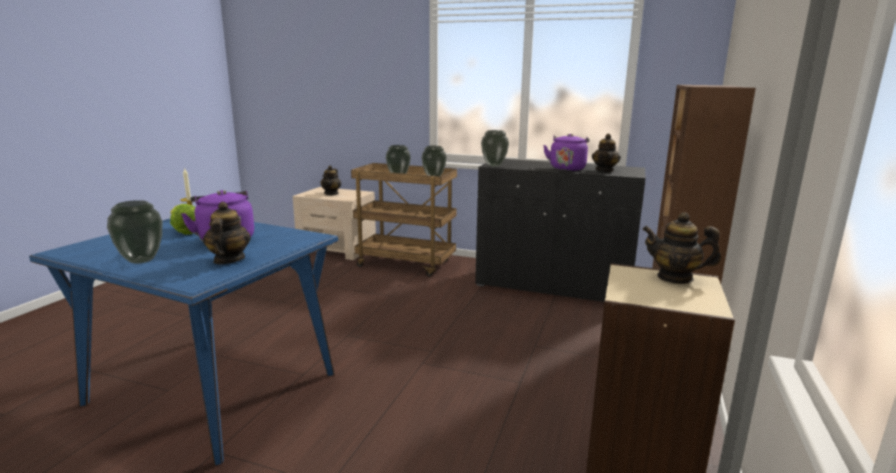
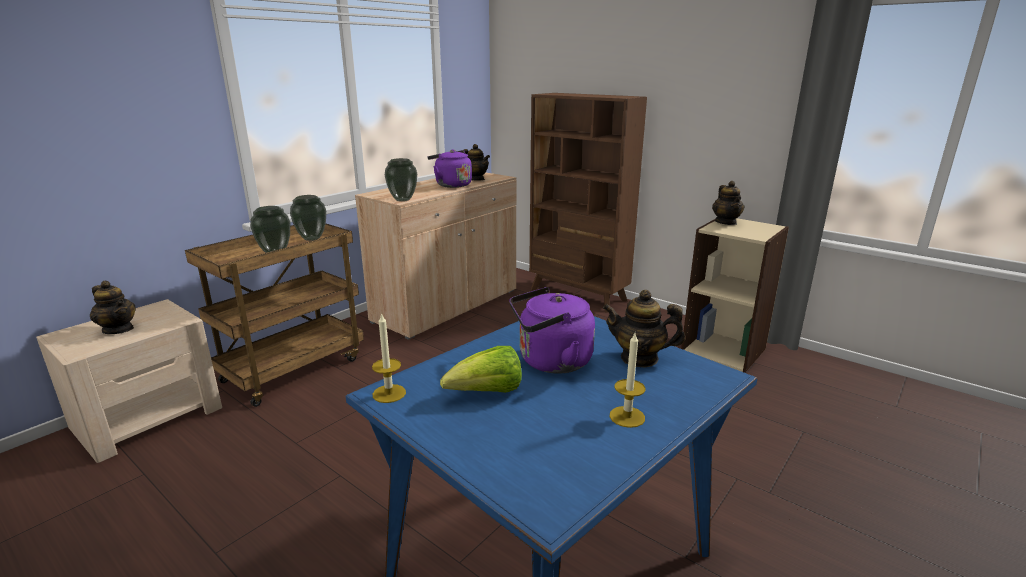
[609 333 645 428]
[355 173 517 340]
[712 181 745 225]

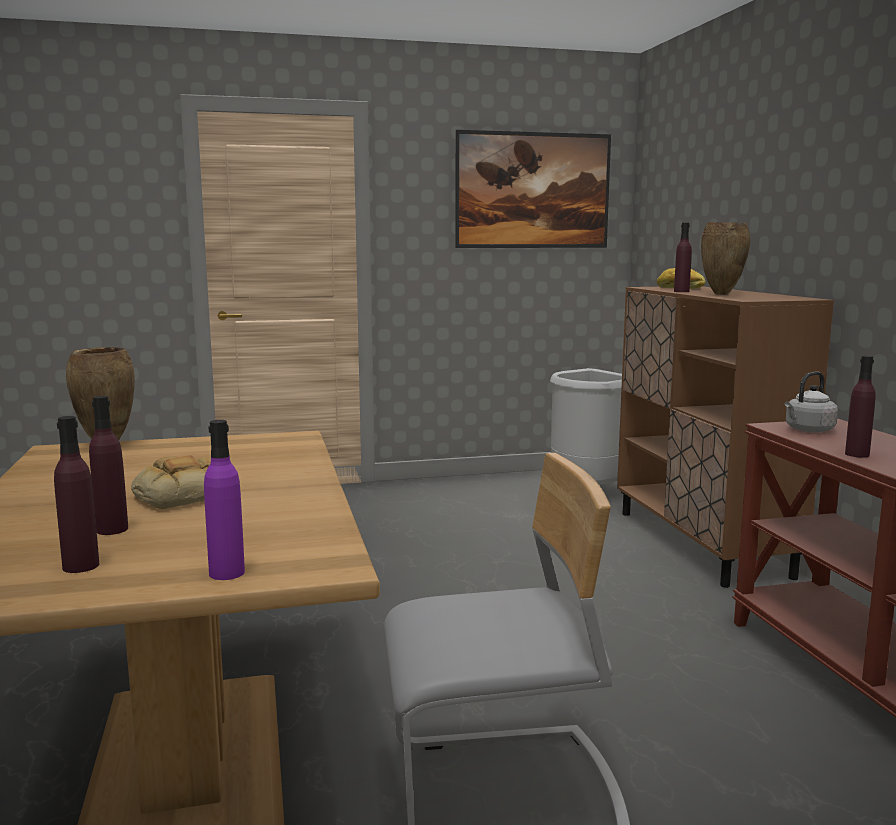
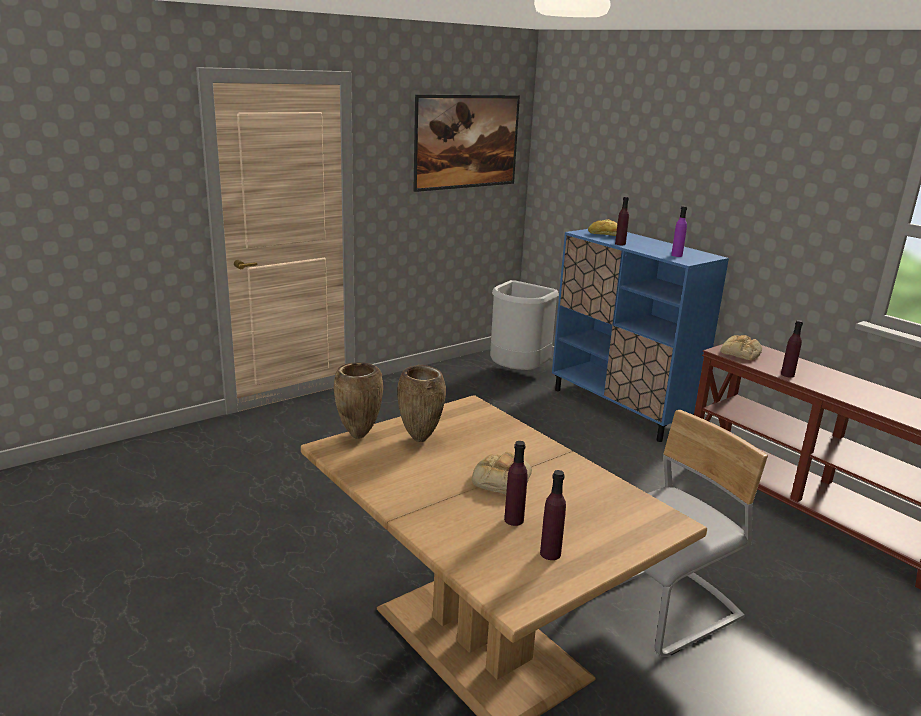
[671 206 687 257]
[397 365 446 442]
[720 335 762 360]
[552 229 729 442]

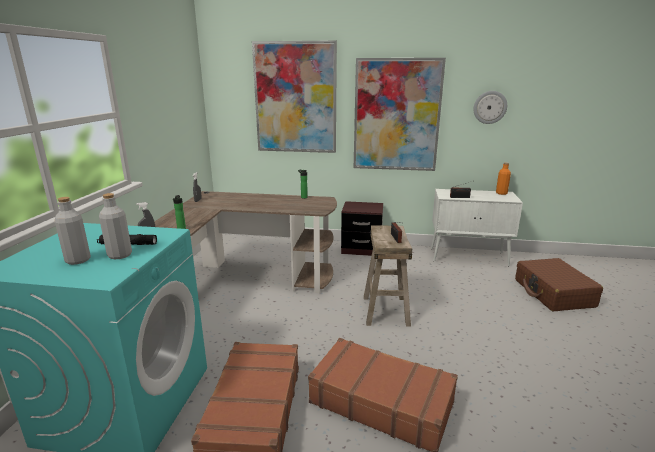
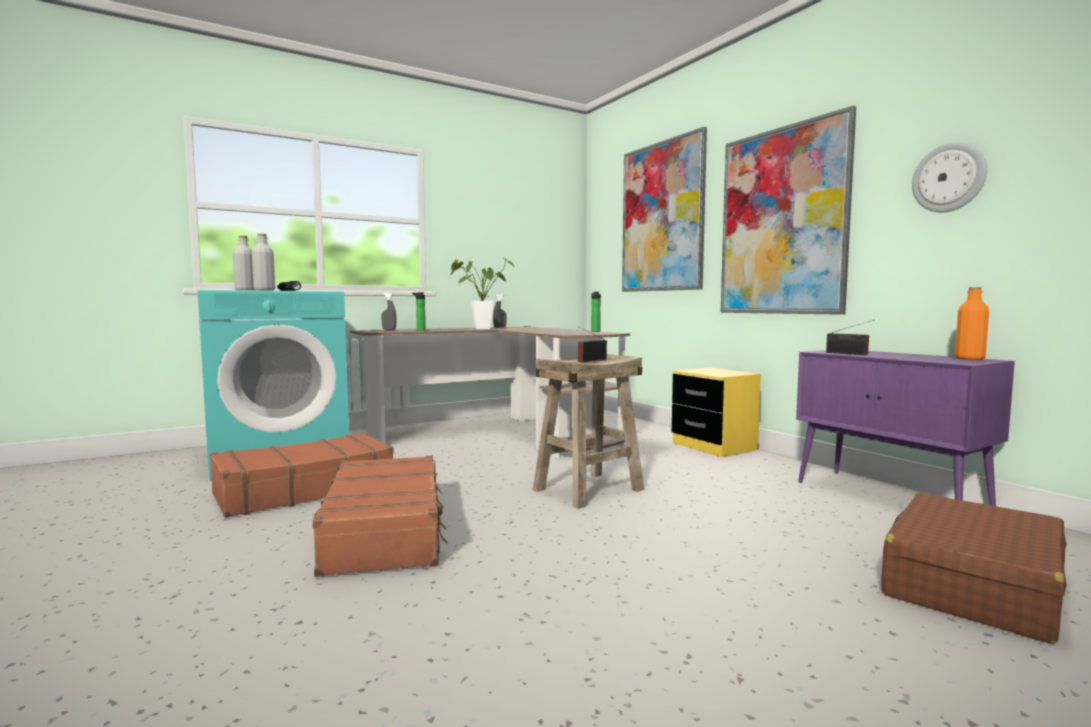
[450 259 514 330]
[672 368 761 457]
[796 350 1015 506]

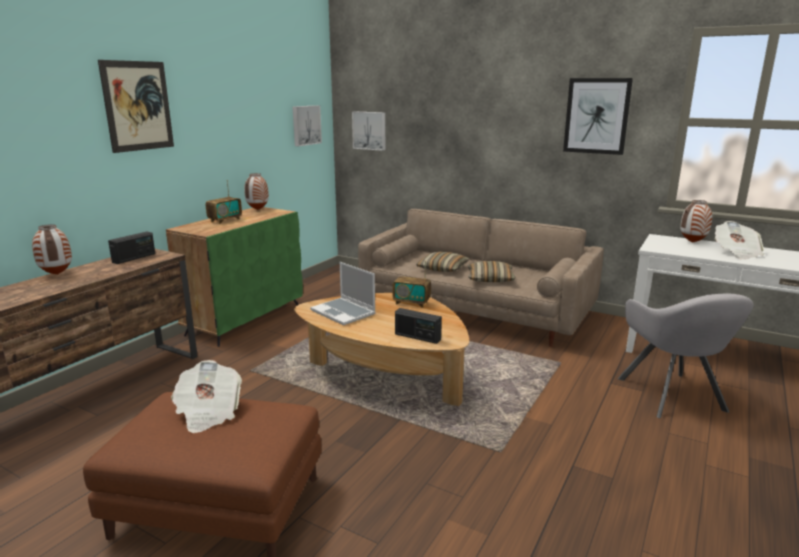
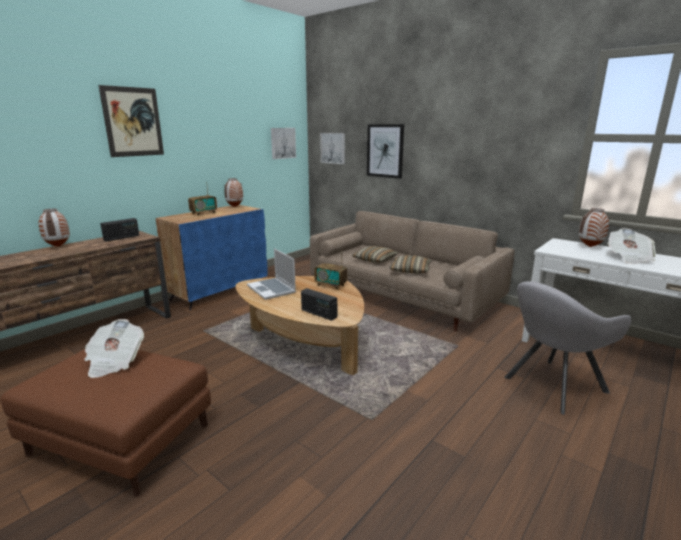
[367 124 404 179]
[156 205 268 311]
[504 281 631 415]

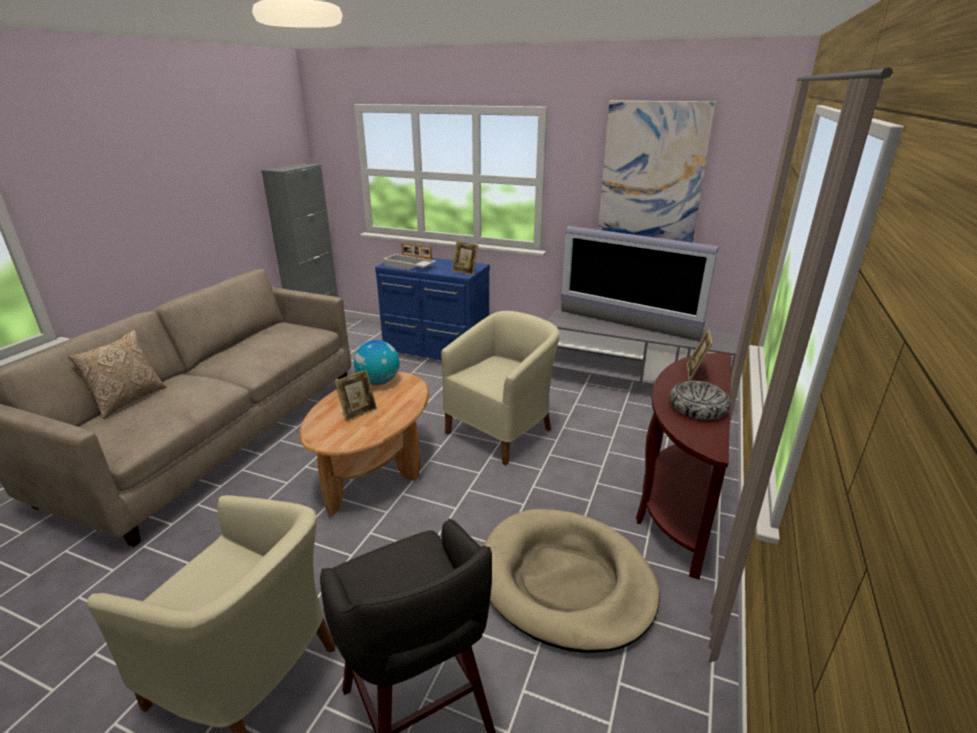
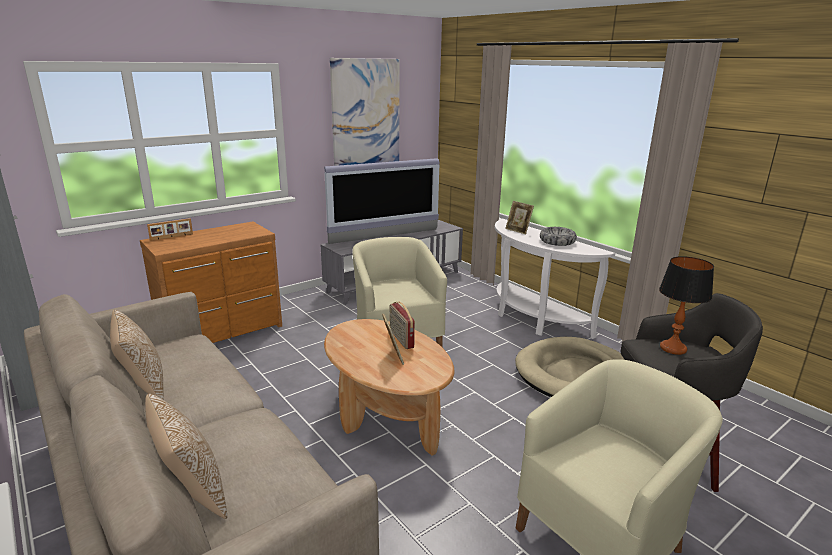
[354 340 400 385] (first image)
[383 254 436 270] (first image)
[452 241 478 275] (first image)
[110 310 164 400]
[390 301 415 349]
[659 256 714 355]
[140 221 282 343]
[495 219 615 339]

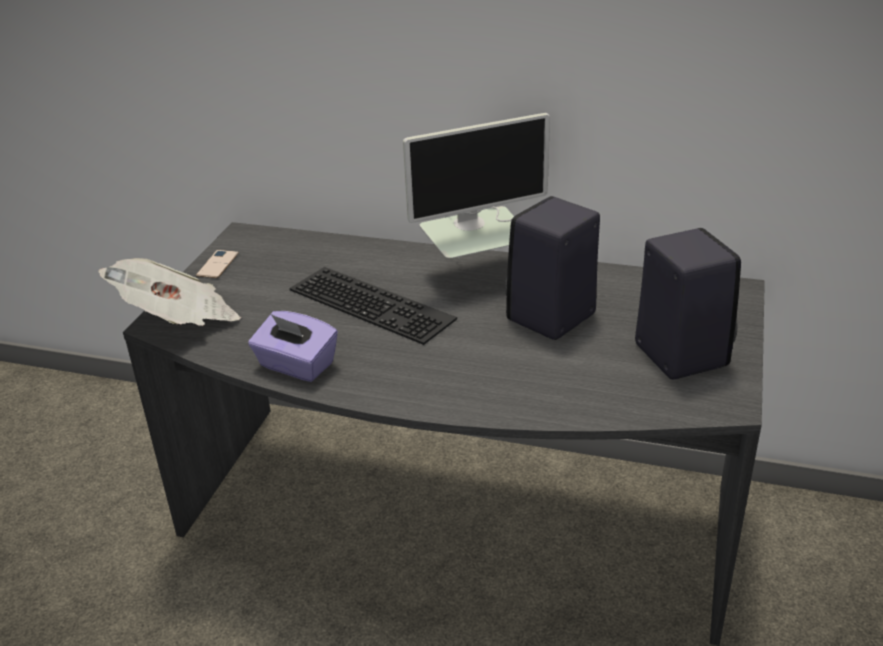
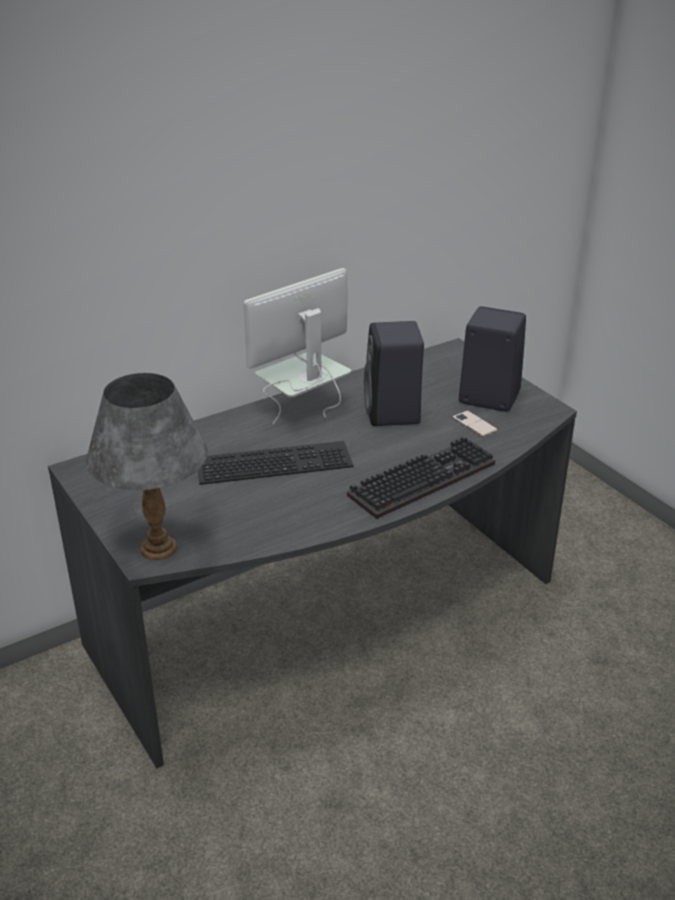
[248 311 338 382] (first image)
[347 436 495 519]
[452 410 498 437]
[86 373 208 560]
[243 268 351 424]

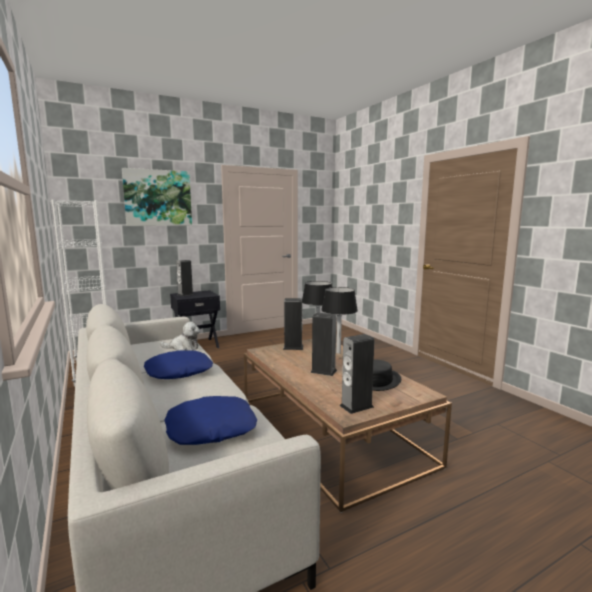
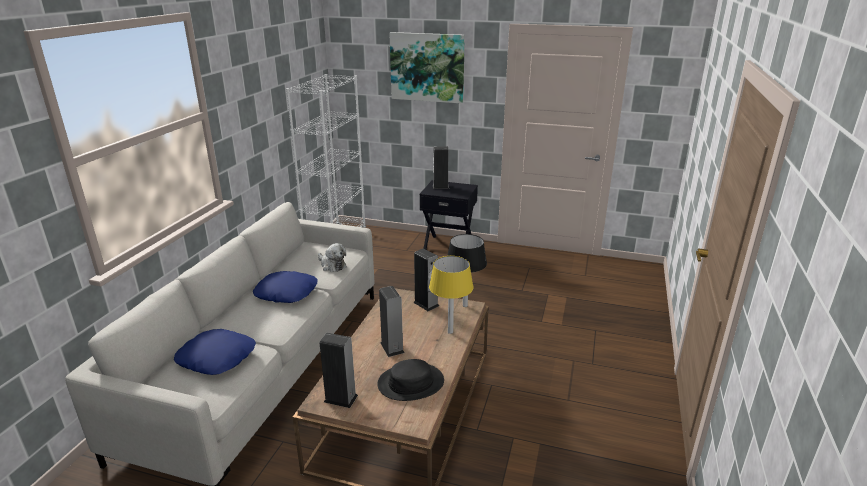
[429 256 473 334]

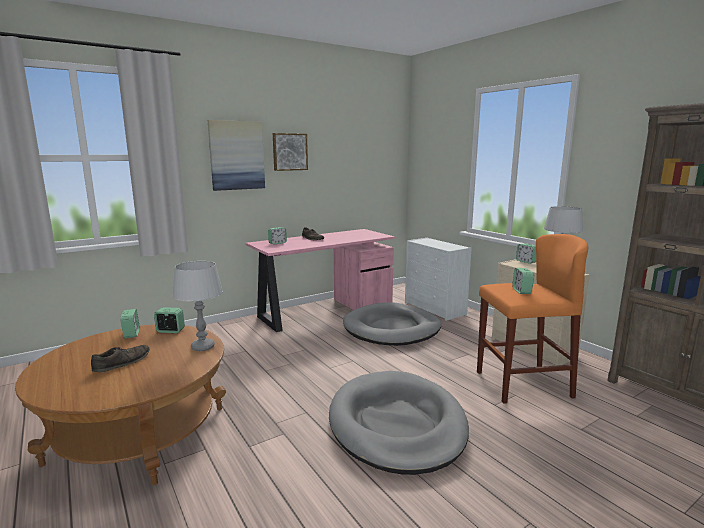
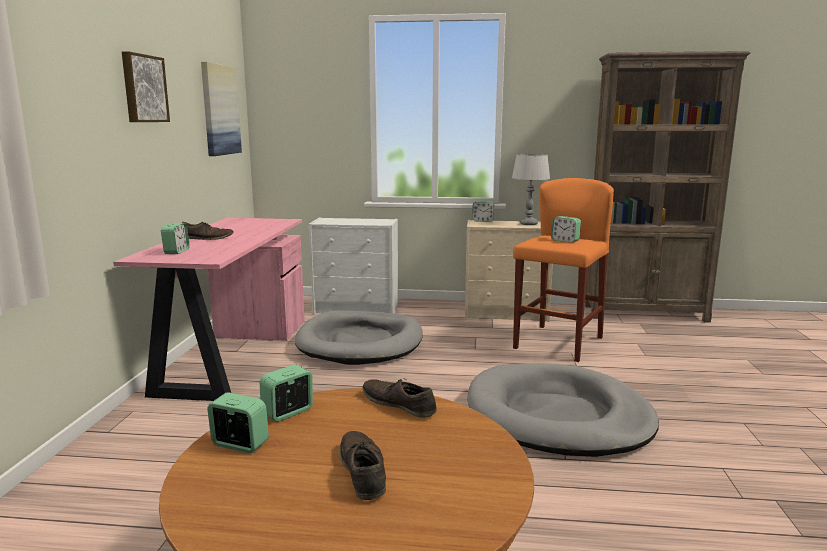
[201 62 242 156]
[362 378 436 418]

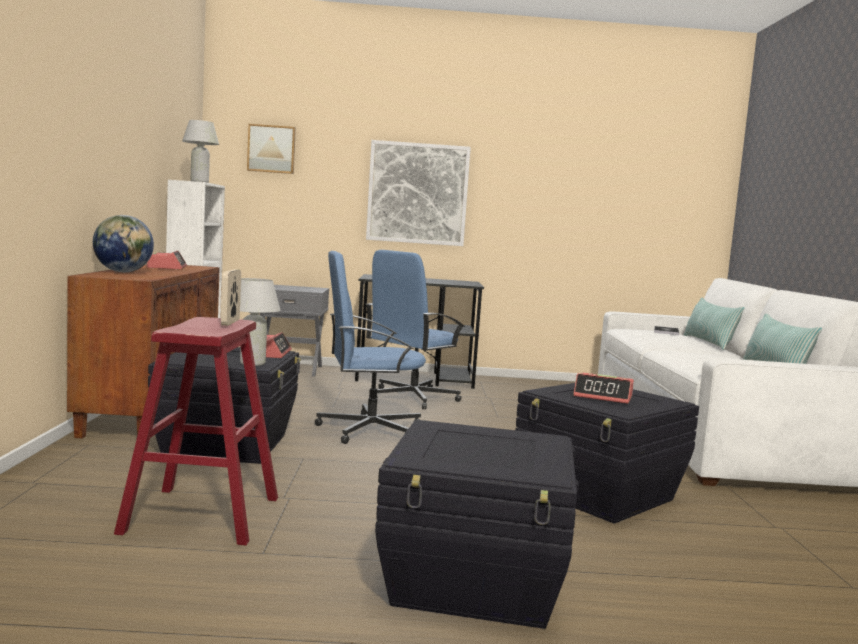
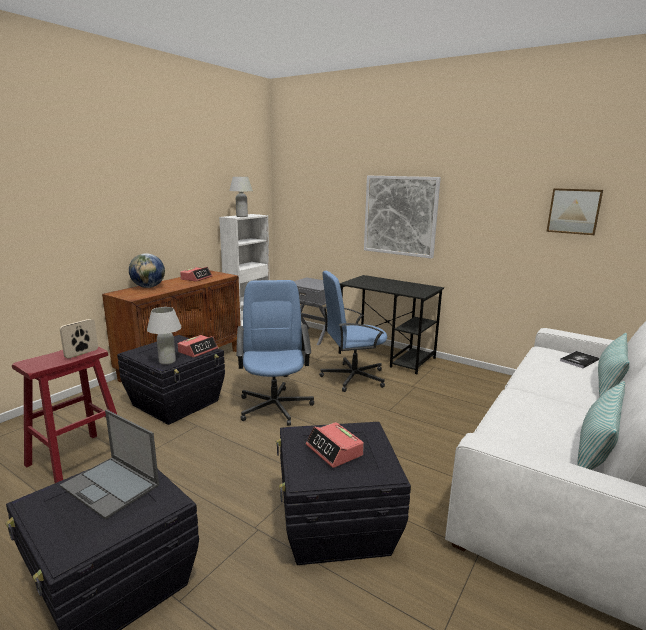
[60 410 159 520]
[546 188 603 235]
[236 280 314 426]

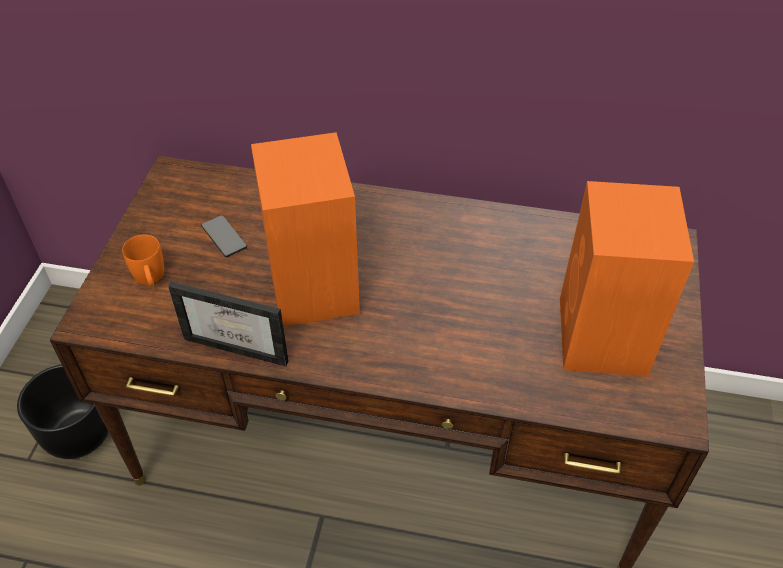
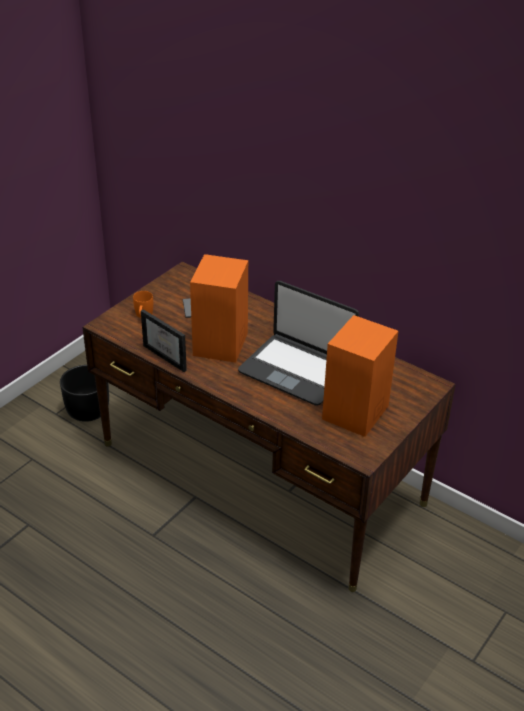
[238 281 359 406]

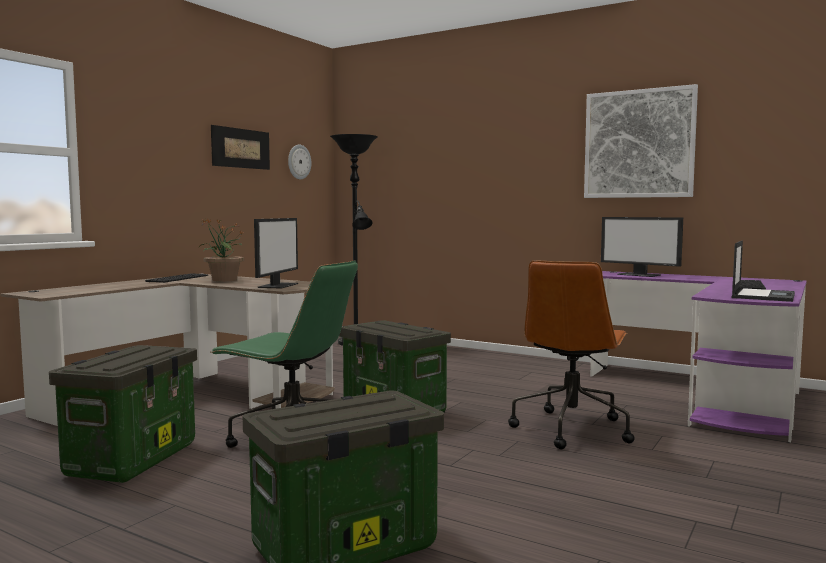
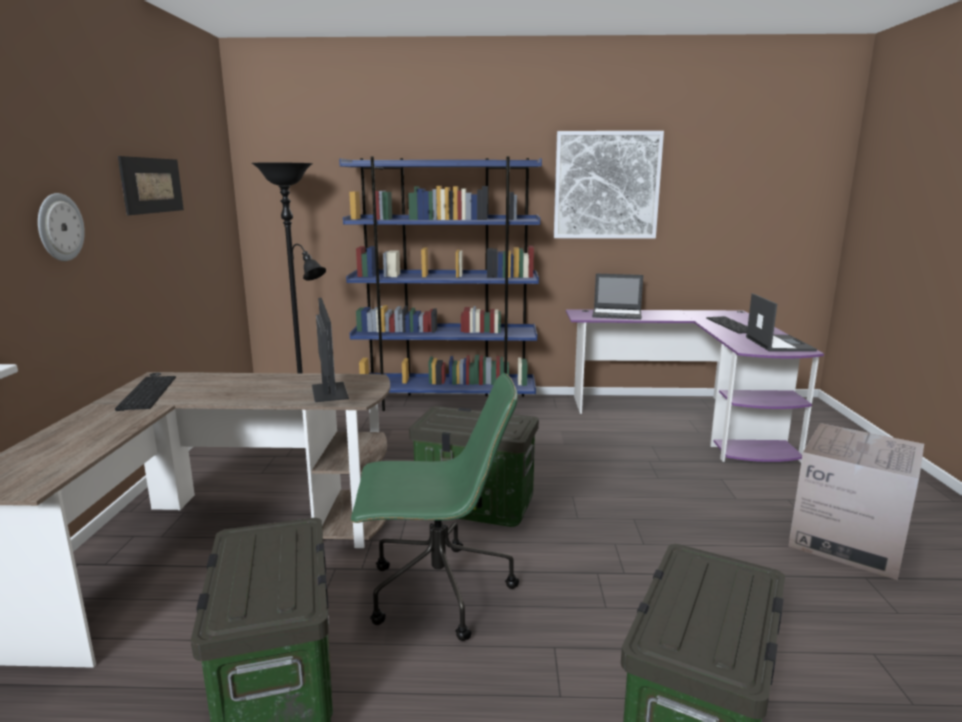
[199 219 244 282] (first image)
[508 261 634 449] (first image)
[339 156 542 411]
[788 423 924 580]
[38 193 85 261]
[592 273 643 320]

